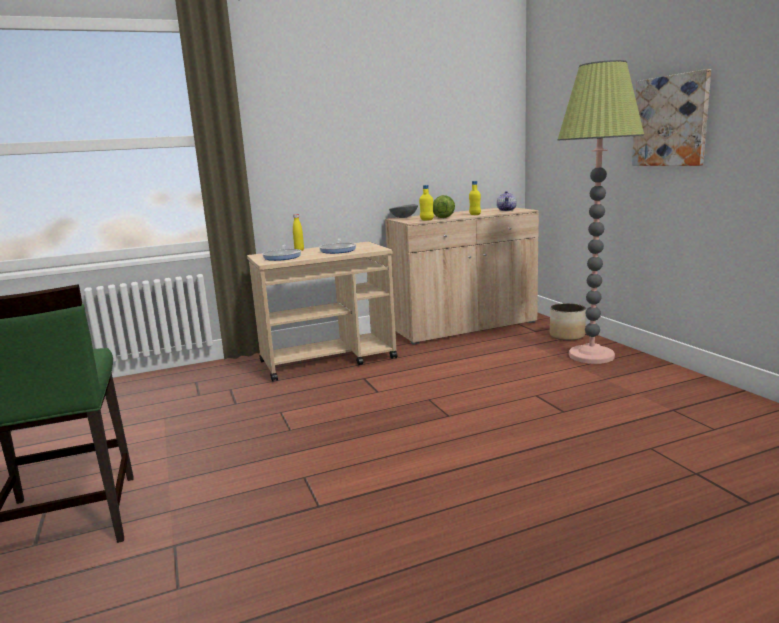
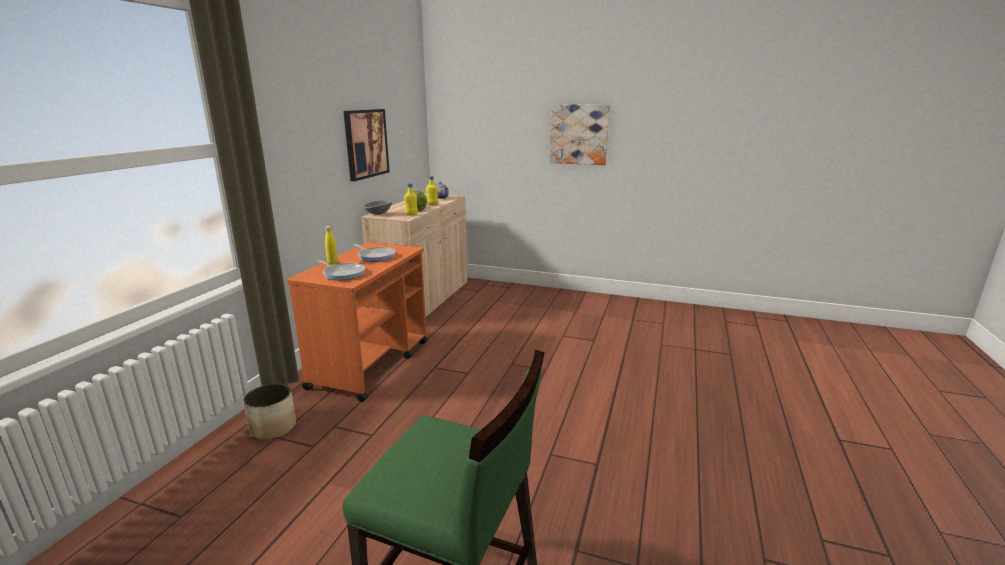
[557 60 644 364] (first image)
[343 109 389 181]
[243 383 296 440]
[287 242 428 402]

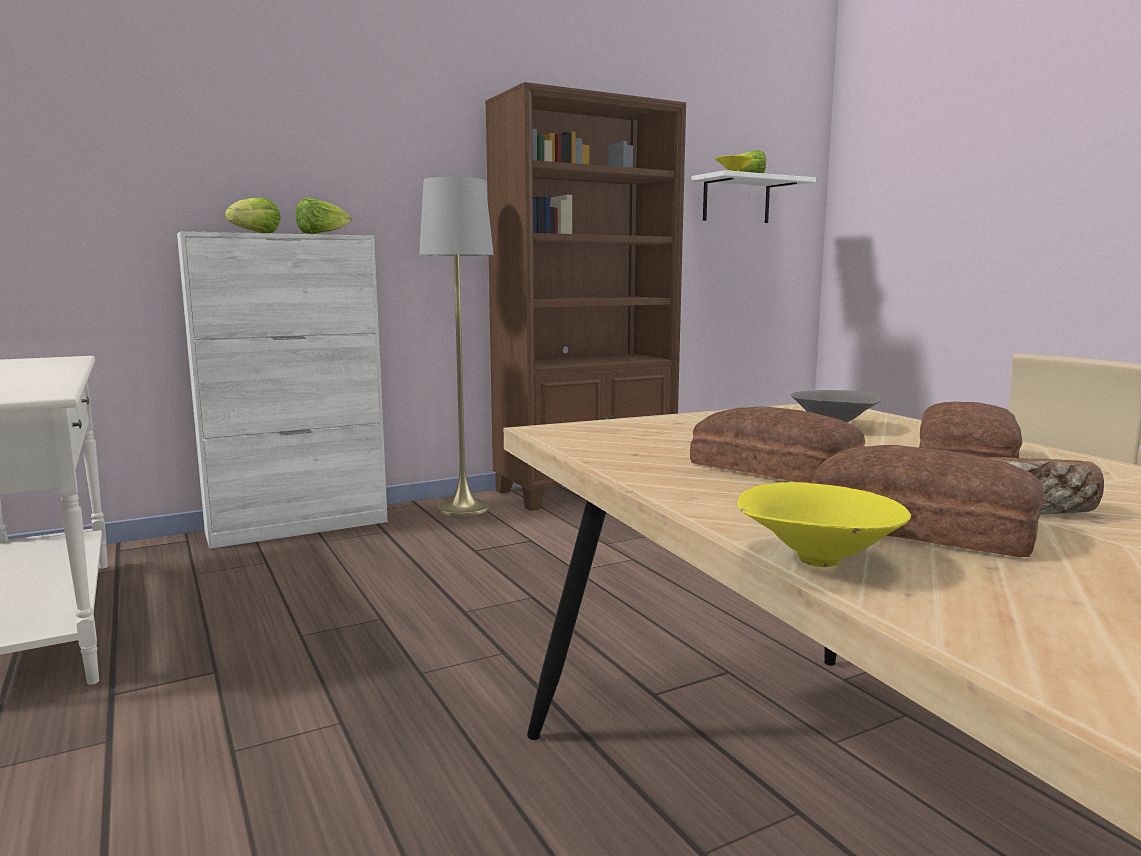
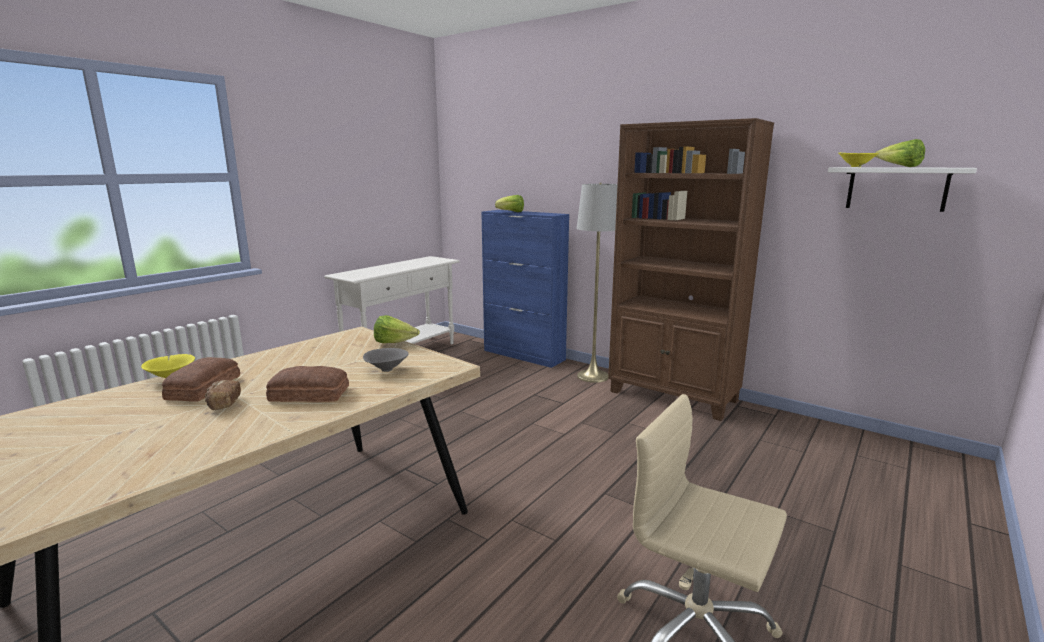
[690 406 865 483] (first image)
[374 315 420 343]
[481 210 569 368]

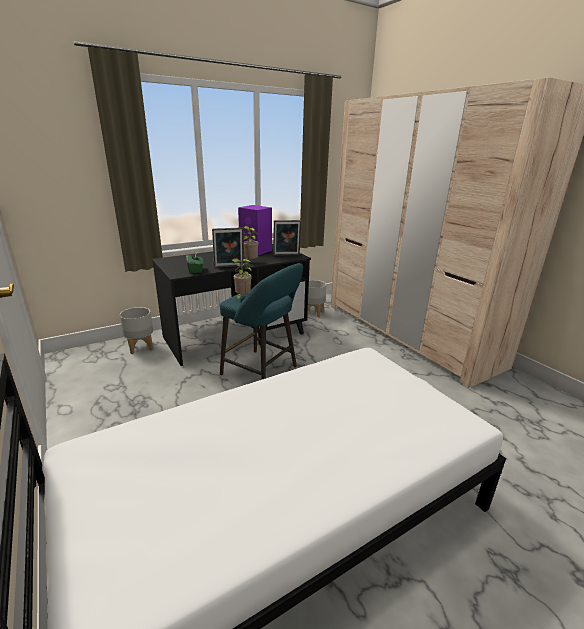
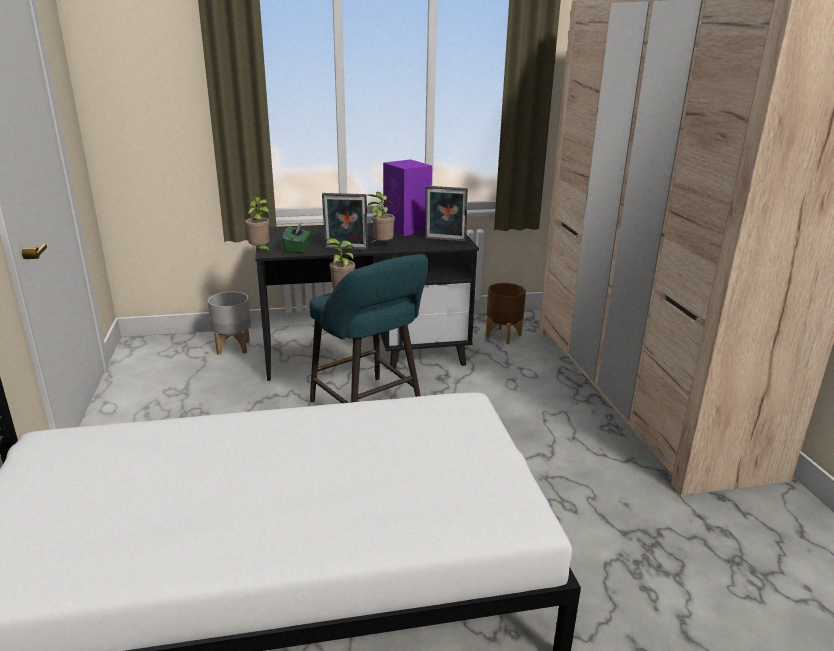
[245 197 270 252]
[485 283 526 344]

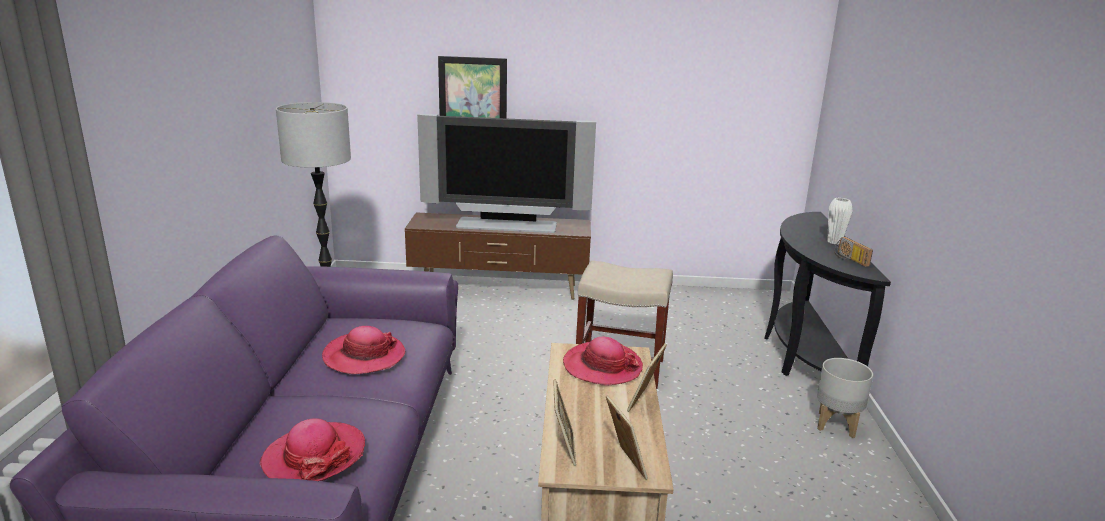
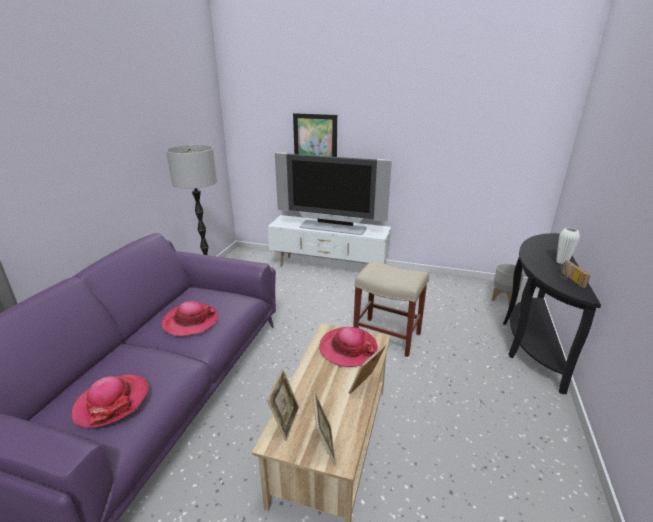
[492 263 524 305]
[268 215 391 267]

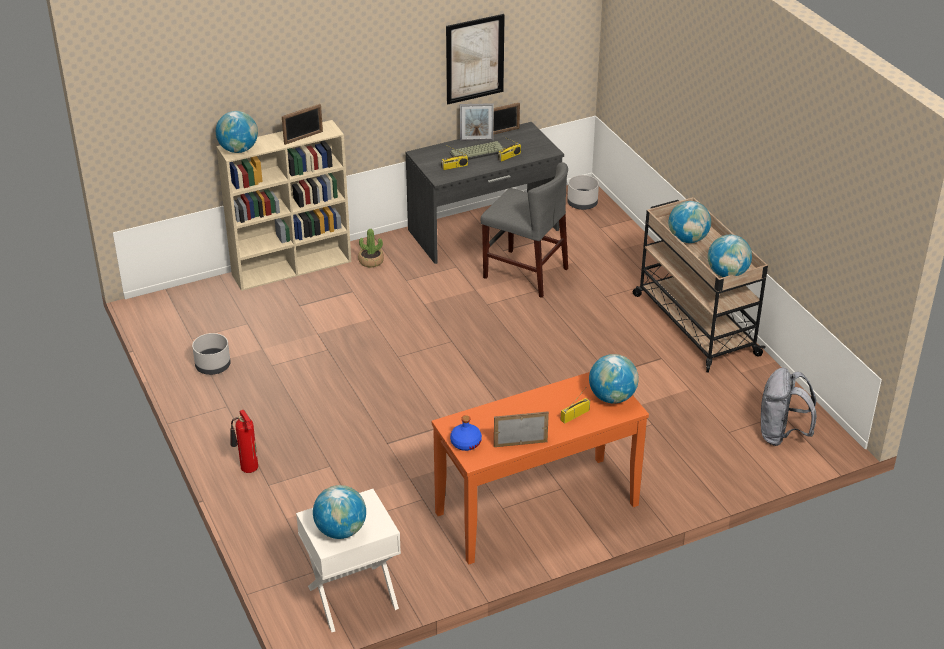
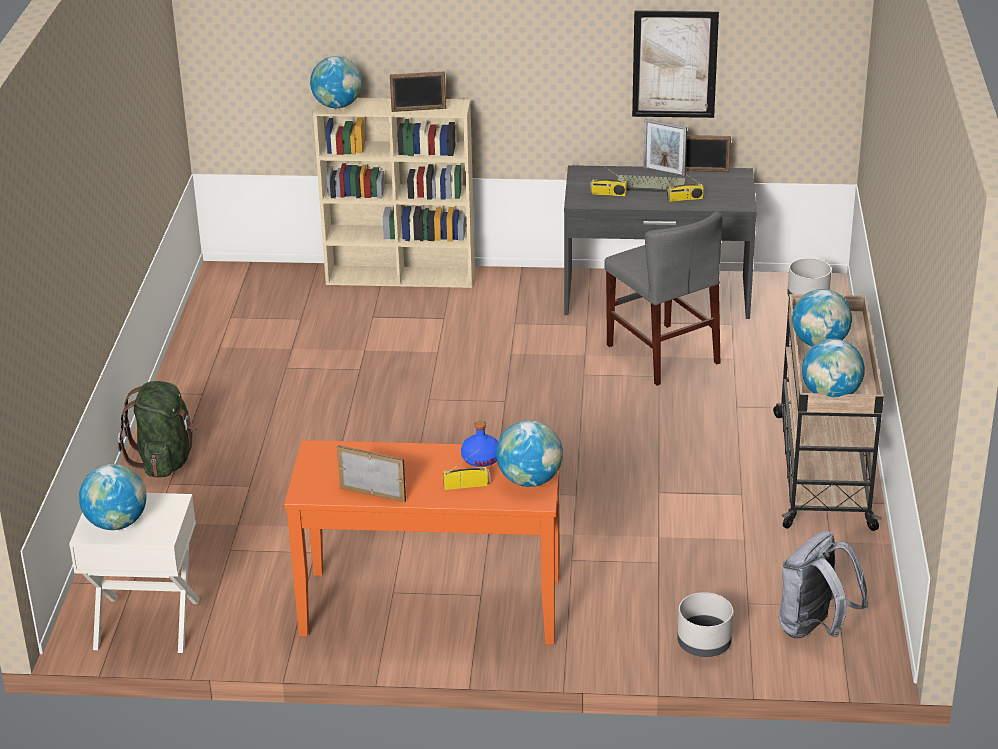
[358 229 384 267] (first image)
[677 592 733 657]
[461 421 498 467]
[118 381 197 478]

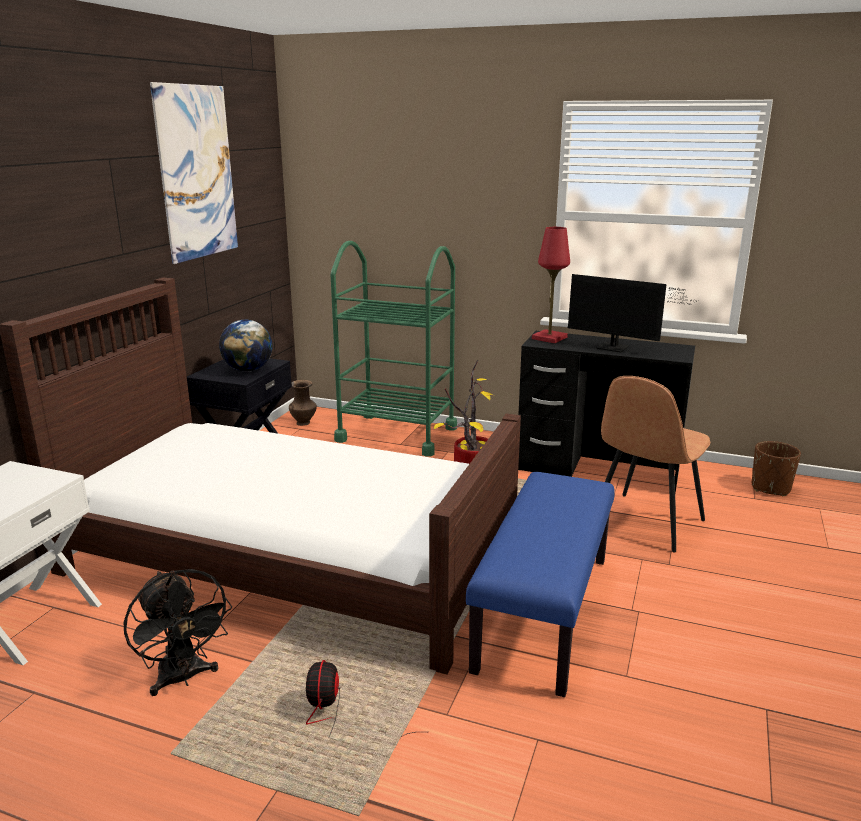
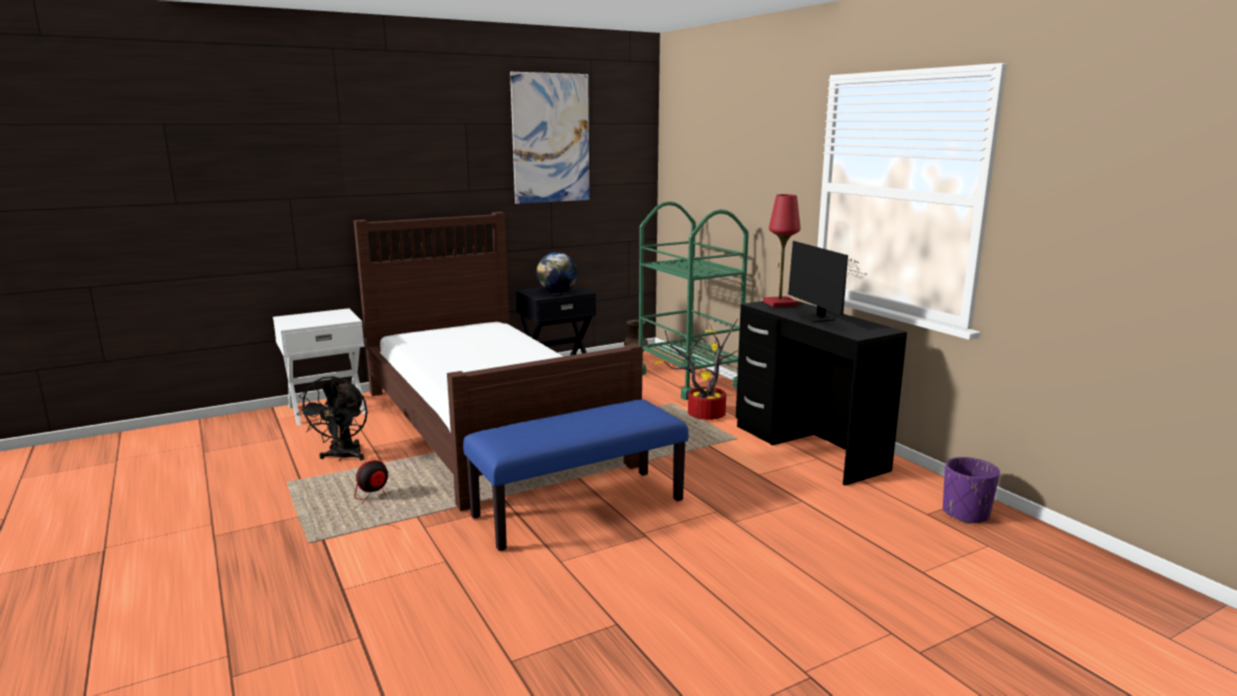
[601 376 710 553] (first image)
[943 457 1000 524]

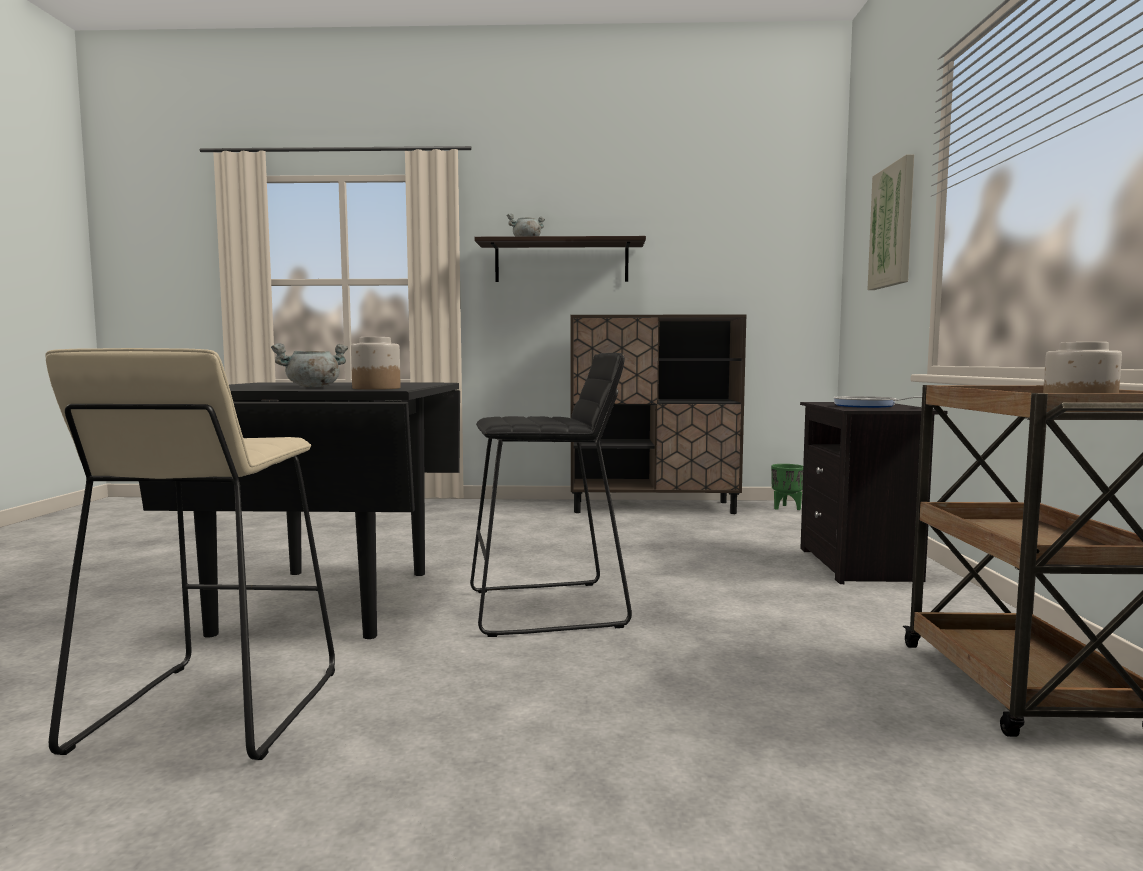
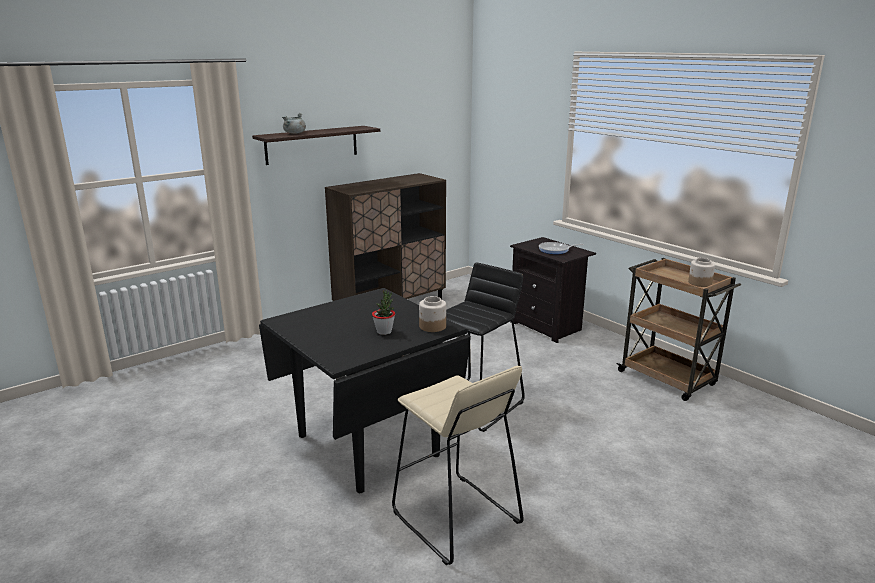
[771 464 803 510] (first image)
[867 154 914 290] (first image)
[372 290 395 335]

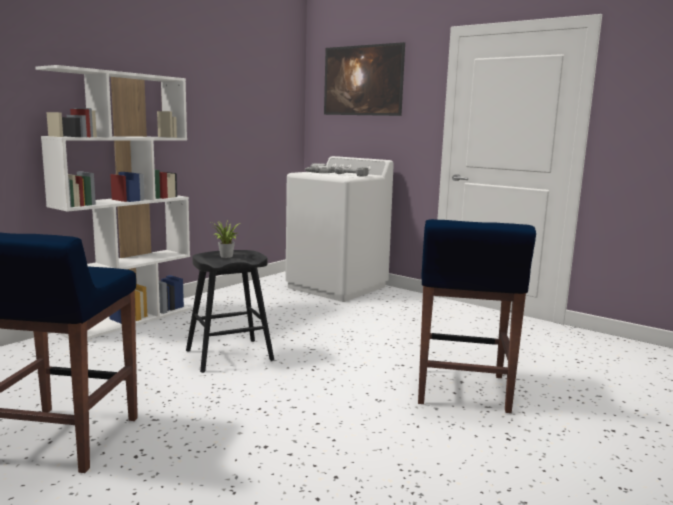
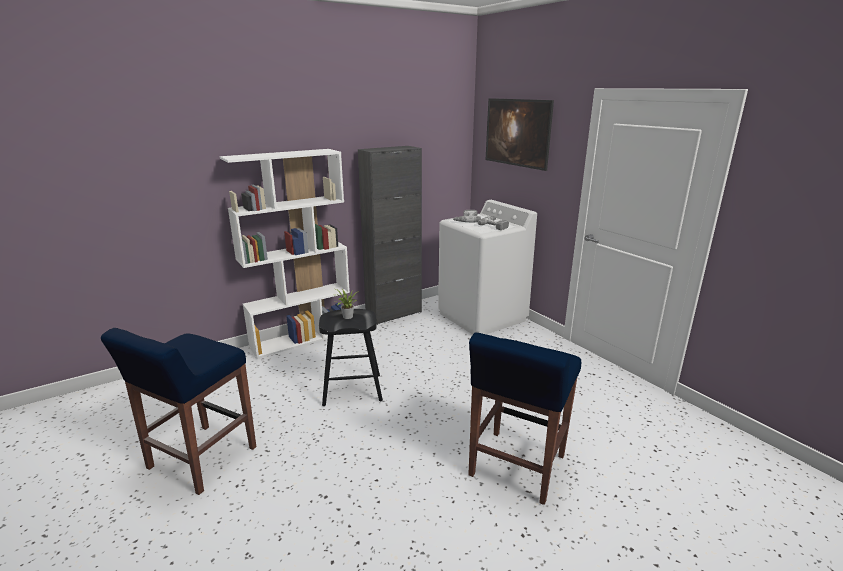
[358 146 422 325]

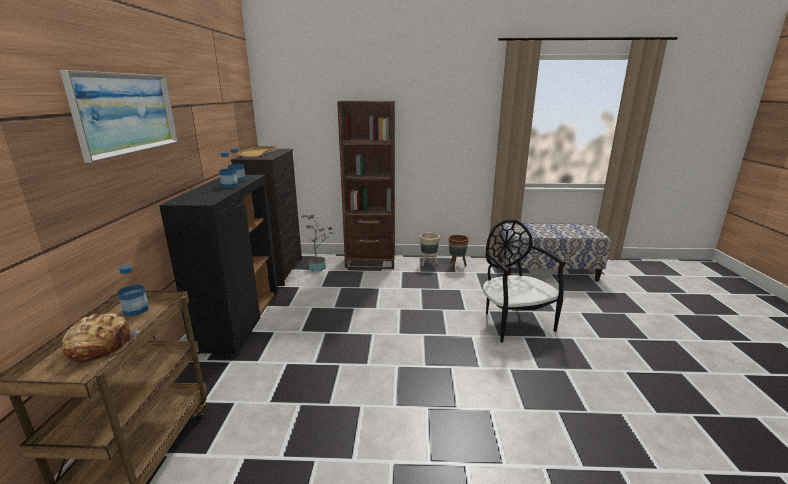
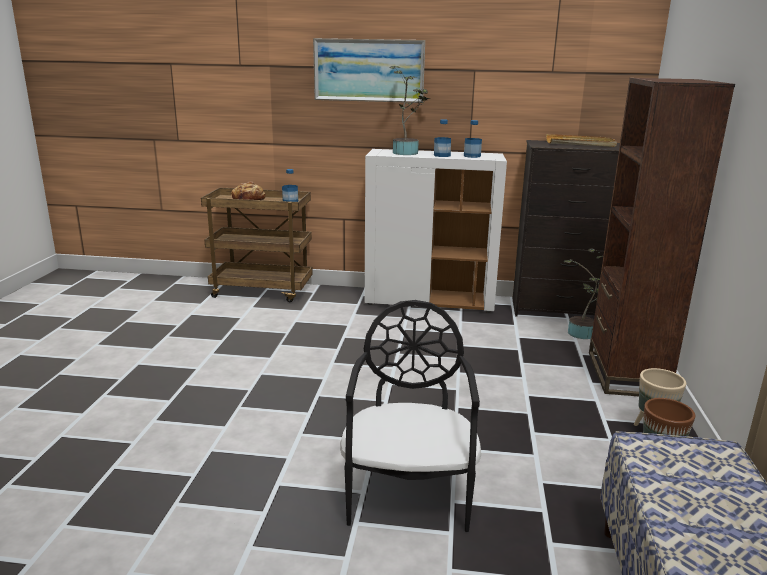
[389 66 431 155]
[364 149 507 313]
[340 300 481 532]

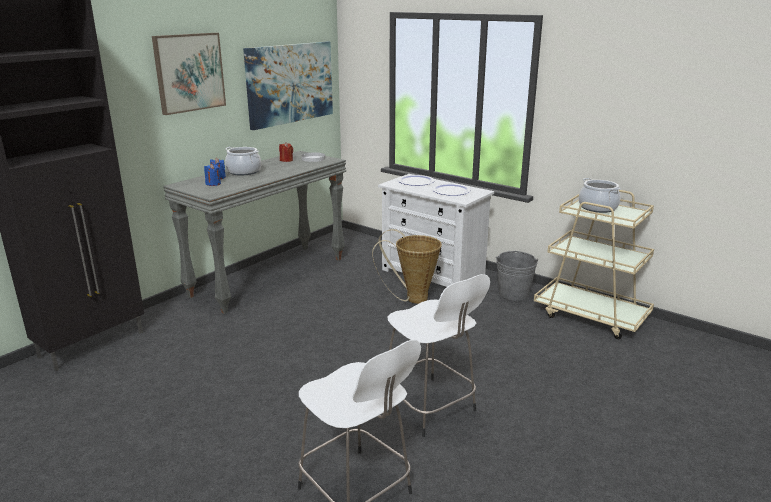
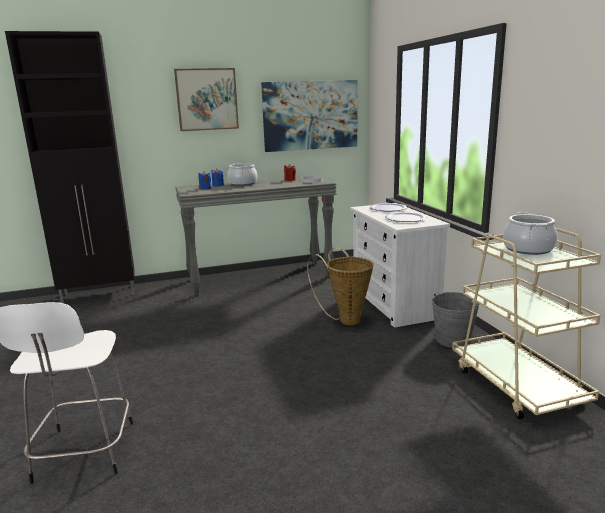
[388 274 490 437] (first image)

